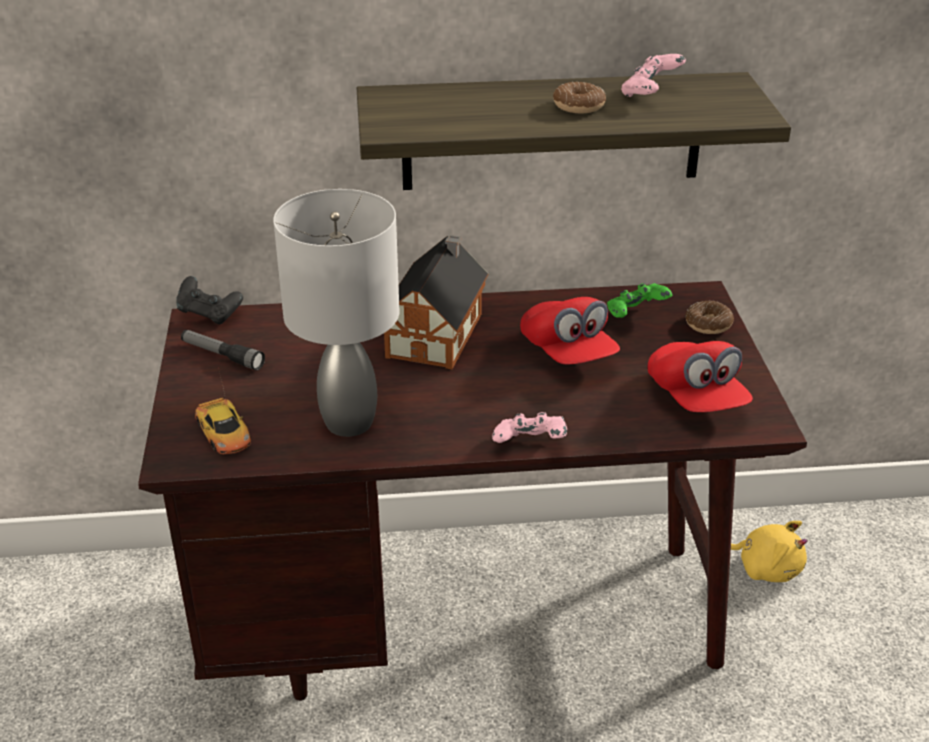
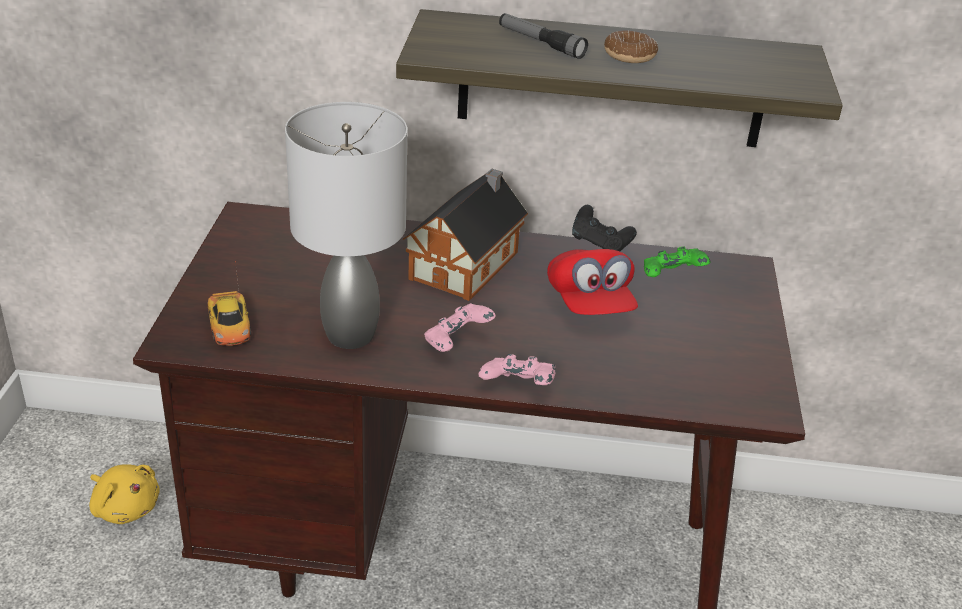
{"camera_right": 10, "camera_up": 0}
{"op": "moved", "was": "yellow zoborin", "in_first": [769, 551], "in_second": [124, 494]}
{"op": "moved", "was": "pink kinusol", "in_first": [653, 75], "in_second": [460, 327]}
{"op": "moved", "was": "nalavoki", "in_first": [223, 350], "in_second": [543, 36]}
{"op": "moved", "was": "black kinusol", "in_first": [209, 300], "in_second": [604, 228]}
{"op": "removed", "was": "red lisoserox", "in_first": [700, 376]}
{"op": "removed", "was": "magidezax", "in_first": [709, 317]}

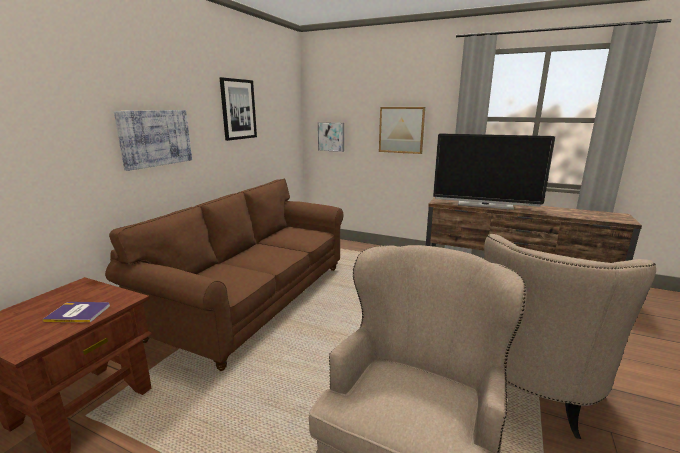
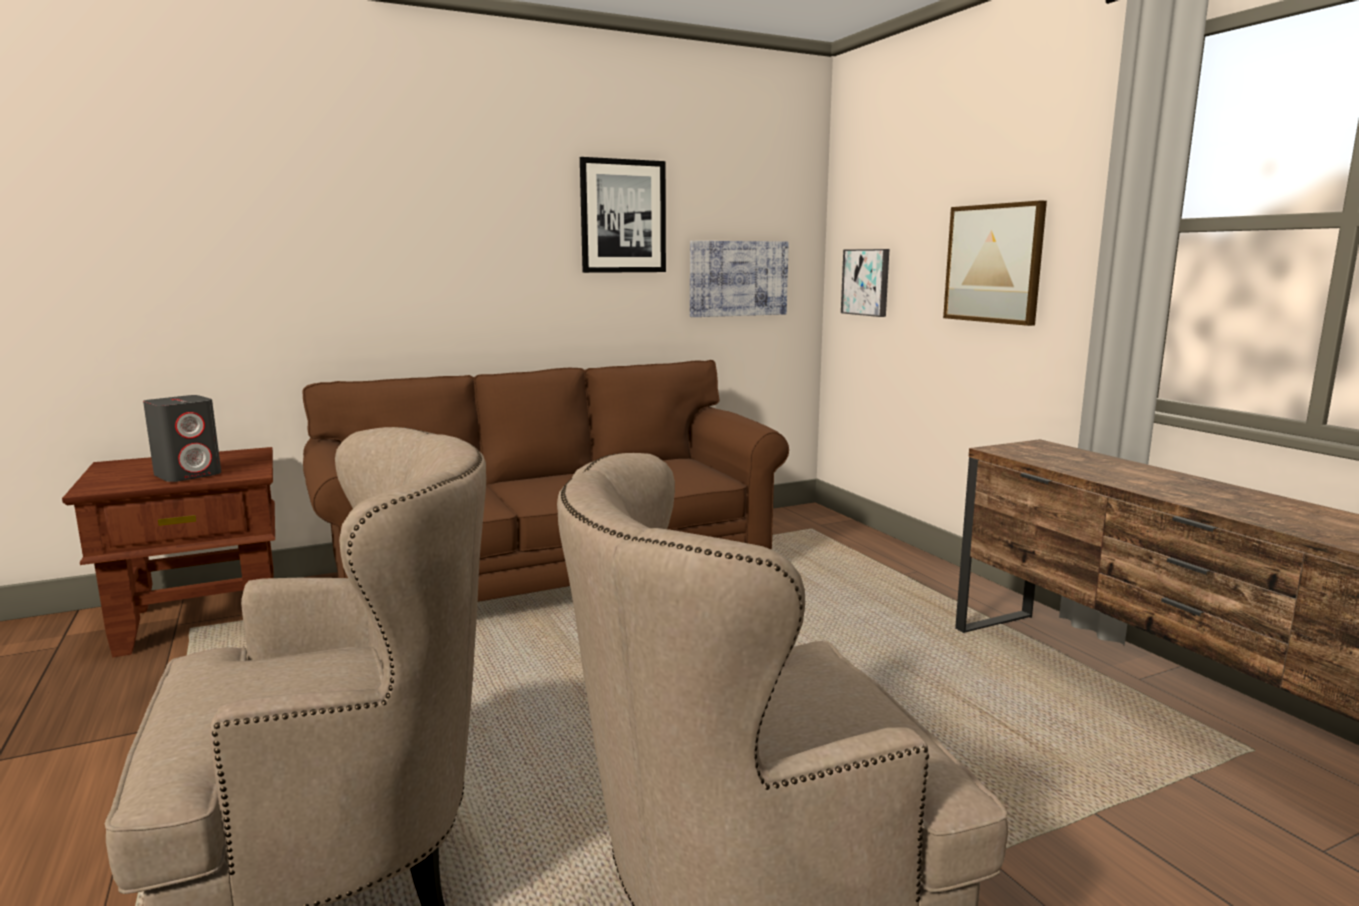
{"camera_right": 40, "camera_up": -5}
{"op": "replaced", "was": "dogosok", "now": "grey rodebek", "in_first": [76, 312], "in_second": [182, 438]}
{"op": "moved", "was": "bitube", "in_first": [153, 140], "in_second": [739, 279]}
{"op": "removed", "was": "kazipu", "in_first": [494, 171]}

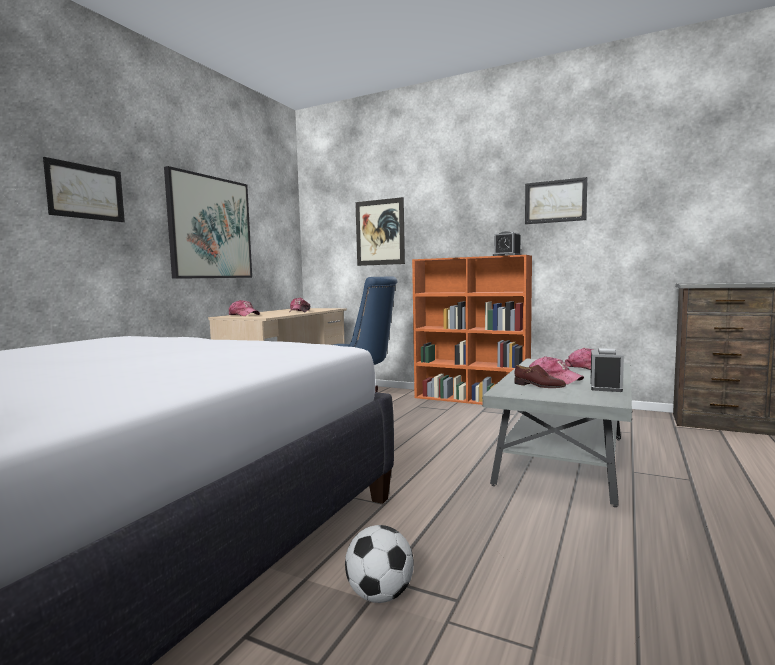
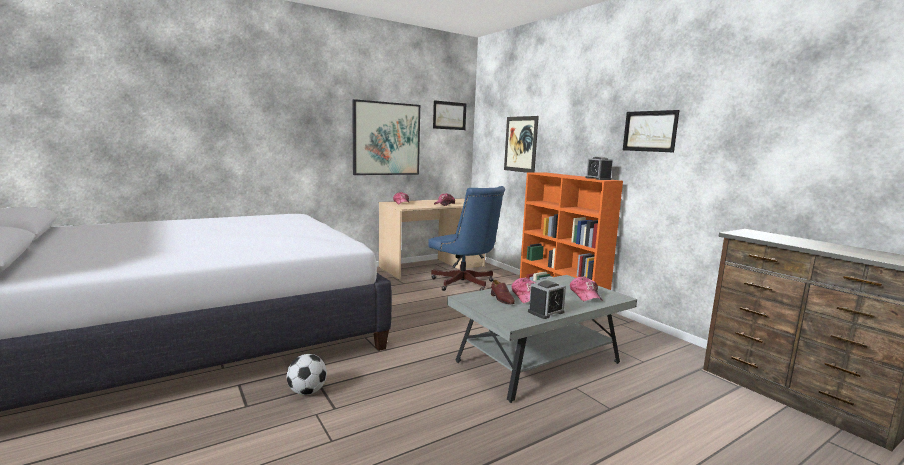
{"camera_right": 30, "camera_up": 5}
{"op": "moved", "was": "bitube", "in_first": [84, 189], "in_second": [450, 115]}

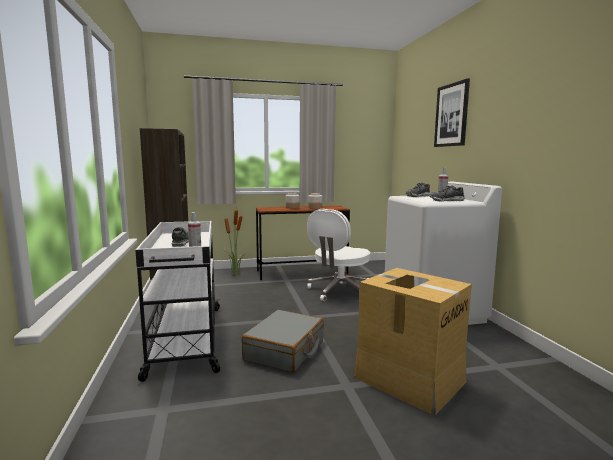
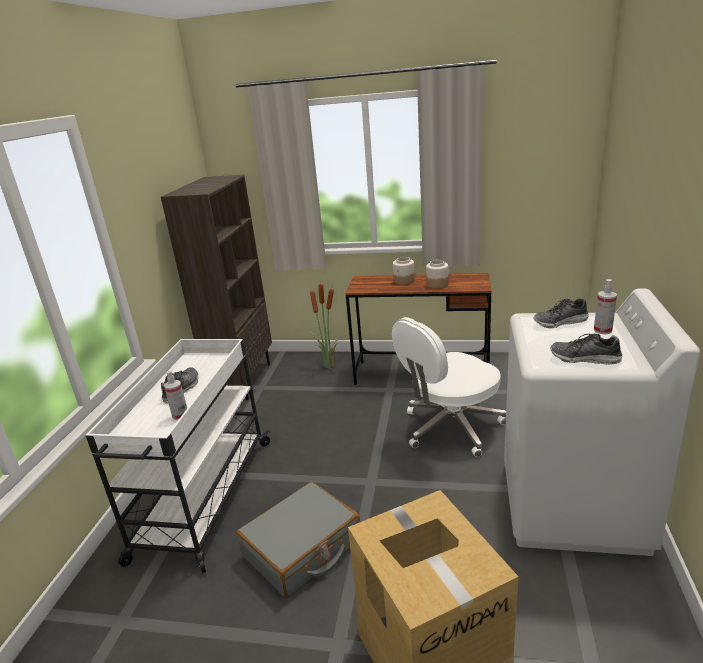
{"camera_right": 25, "camera_up": 15}
{"op": "removed", "was": "bitube", "in_first": [452, 113]}

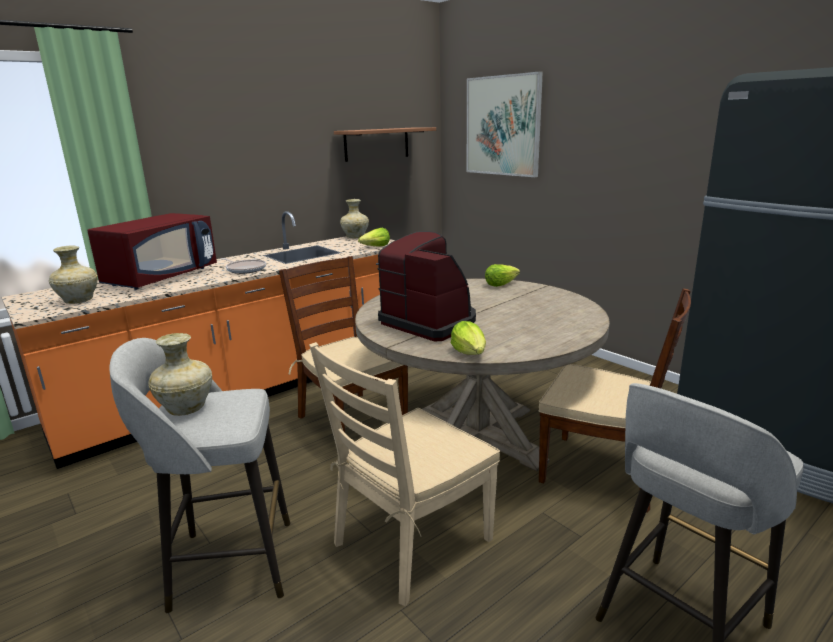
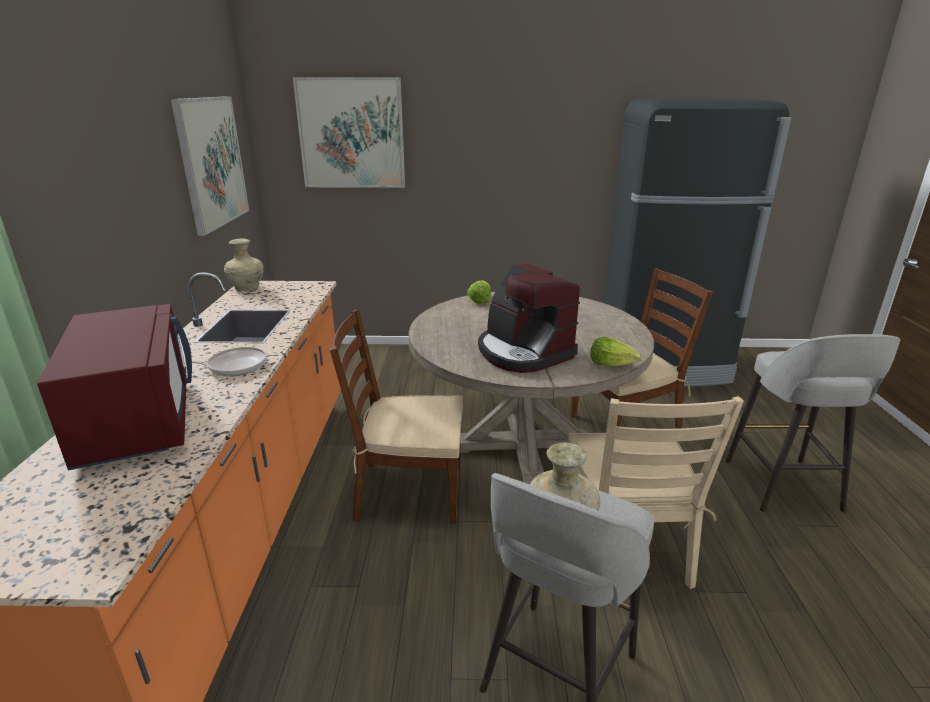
{"camera_right": -50, "camera_up": 5}
{"op": "replaced", "was": "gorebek", "now": "bitube", "in_first": [385, 144], "in_second": [210, 166]}
{"op": "turned", "was": "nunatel", "in_first": [426, 286], "in_second": [529, 318], "clockwise": -120}
{"op": "removed", "was": "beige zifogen", "in_first": [73, 275]}
{"op": "removed", "was": "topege", "in_first": [374, 237]}

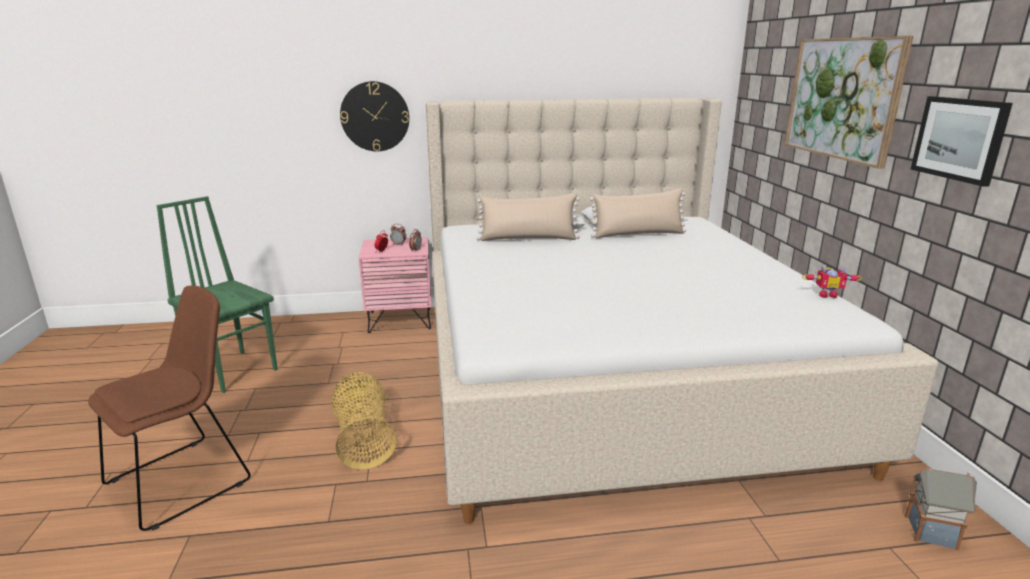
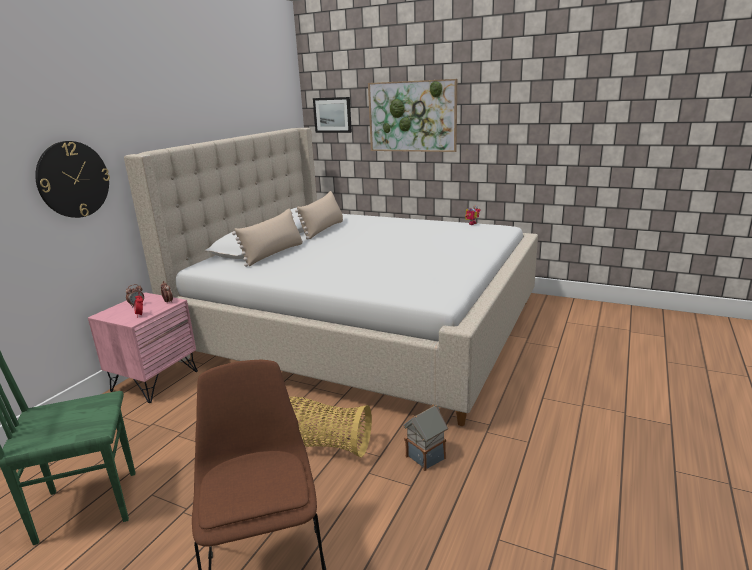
{"camera_right": -55, "camera_up": 0}
{"op": "moved", "was": "bitube", "in_first": [962, 141], "in_second": [332, 115]}
{"op": "moved", "was": "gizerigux", "in_first": [941, 508], "in_second": [425, 437]}

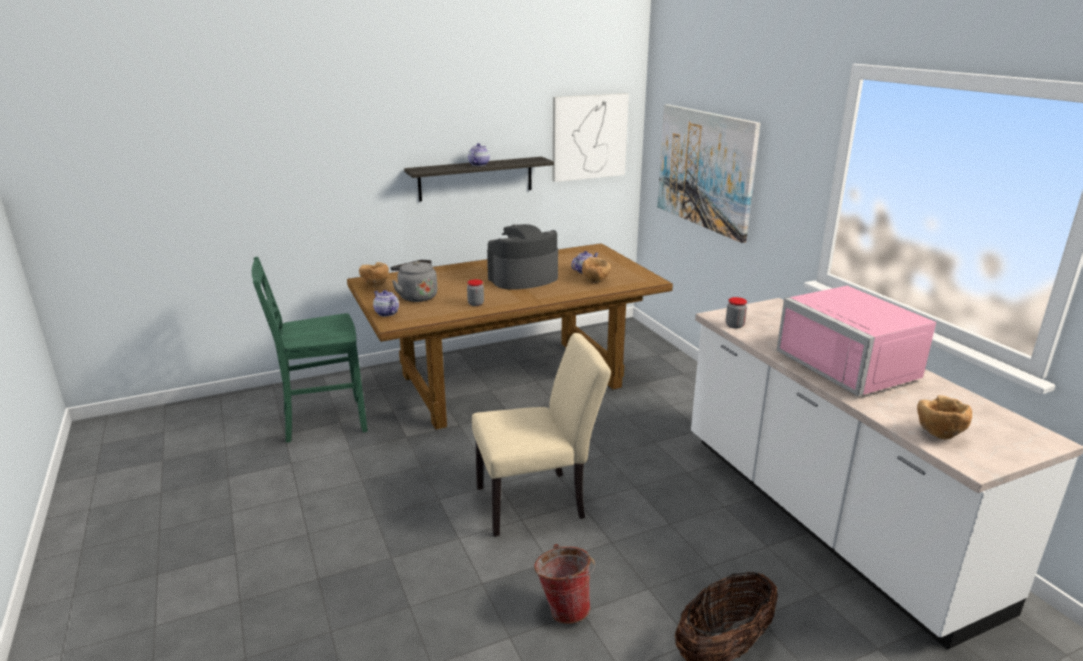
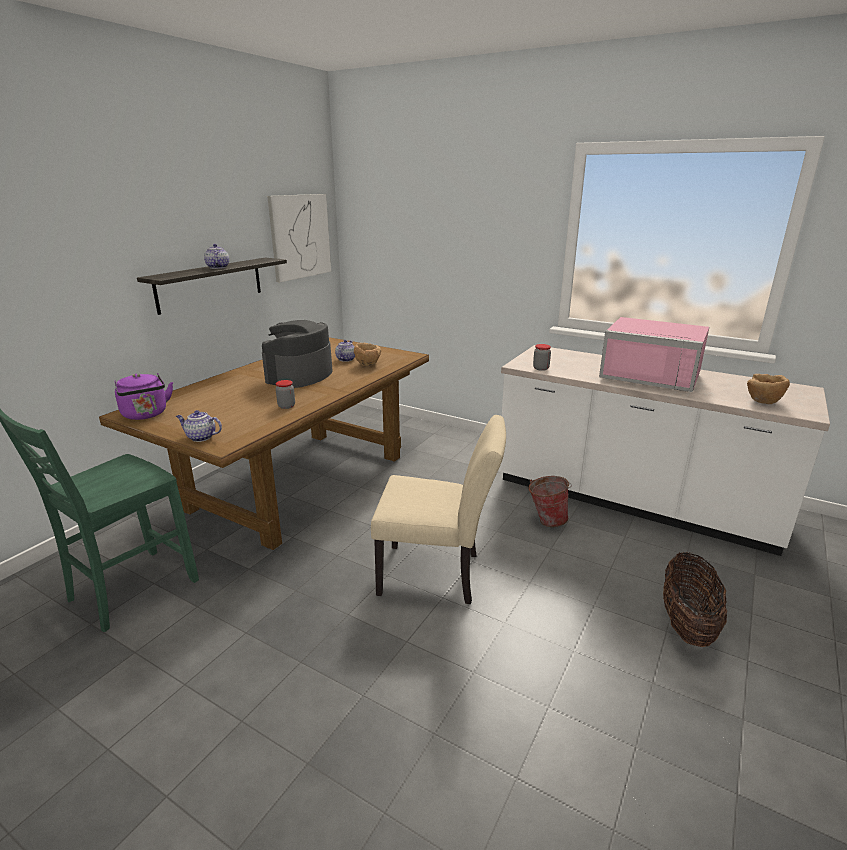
{"camera_right": -35, "camera_up": 0}
{"op": "replaced", "was": "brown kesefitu", "now": "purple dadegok", "in_first": [374, 274], "in_second": [143, 396]}
{"op": "turned", "was": "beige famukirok", "in_first": [541, 435], "in_second": [438, 509], "clockwise": 60}
{"op": "moved", "was": "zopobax", "in_first": [564, 584], "in_second": [550, 501]}
{"op": "removed", "was": "grey dadegok", "in_first": [414, 281]}
{"op": "removed", "was": "bitube", "in_first": [708, 173]}

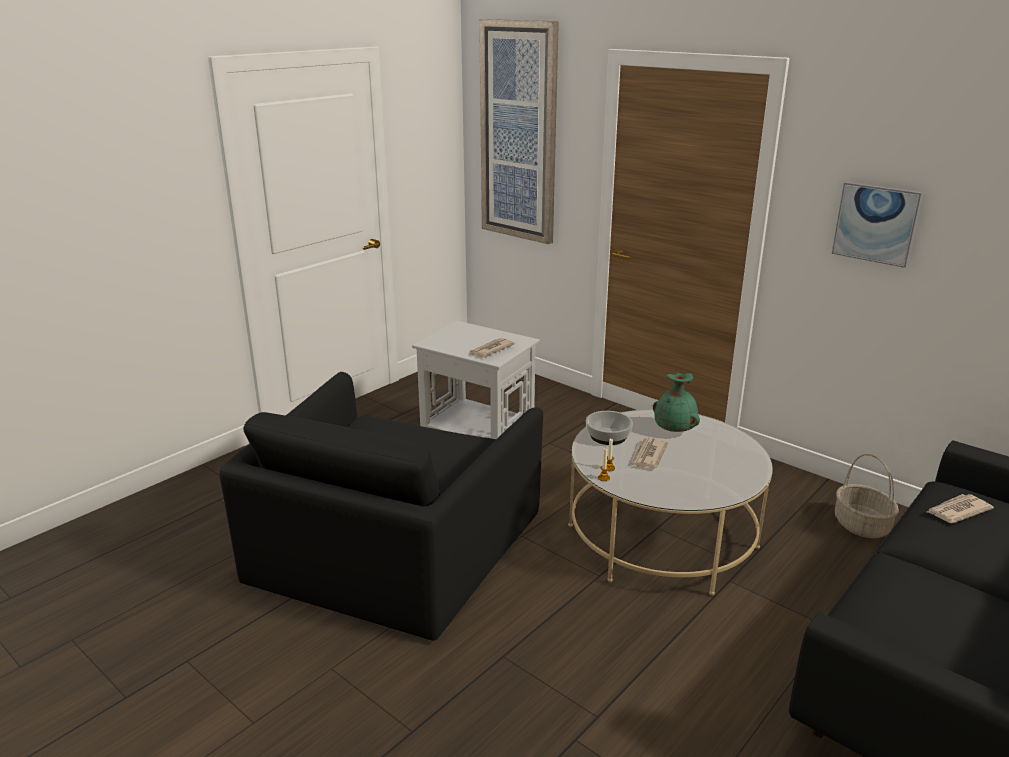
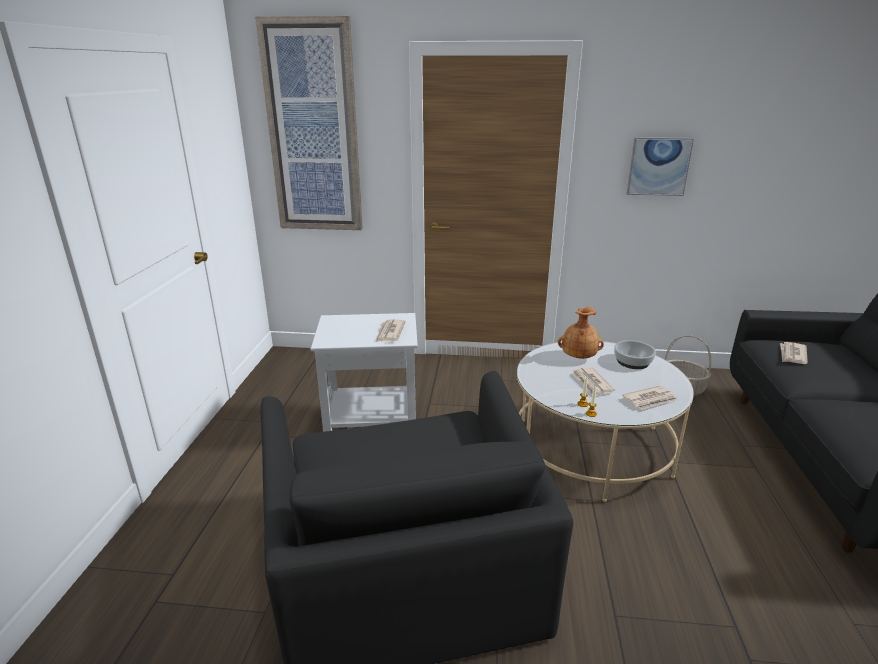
{"camera_right": -35, "camera_up": 0}
{"op": "recoloured", "was": "green zifogen", "now": "brown zifogen", "in_first": [676, 402], "in_second": [581, 333]}
{"op": "moved", "was": "kesefitu", "in_first": [609, 428], "in_second": [635, 354]}
{"op": "added", "now": "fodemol", "in_second": [649, 397]}

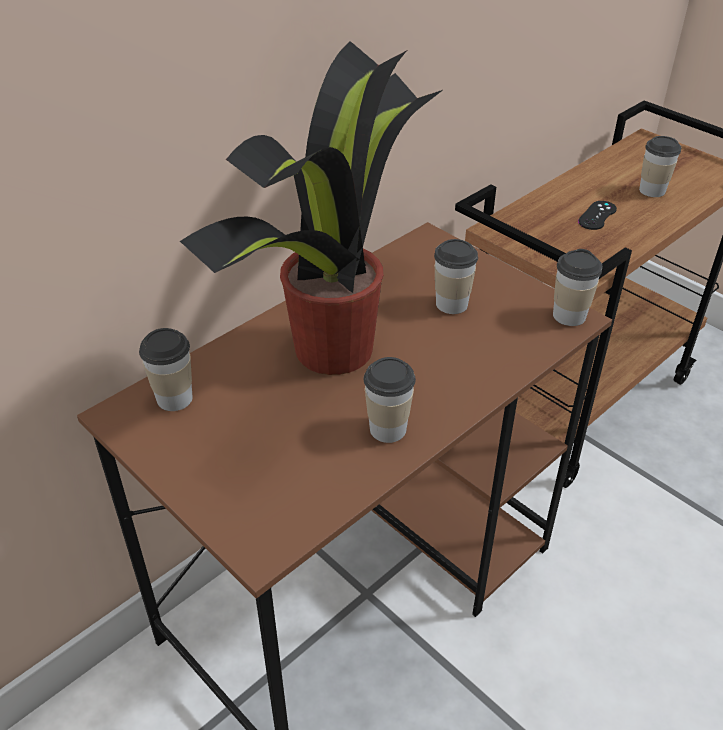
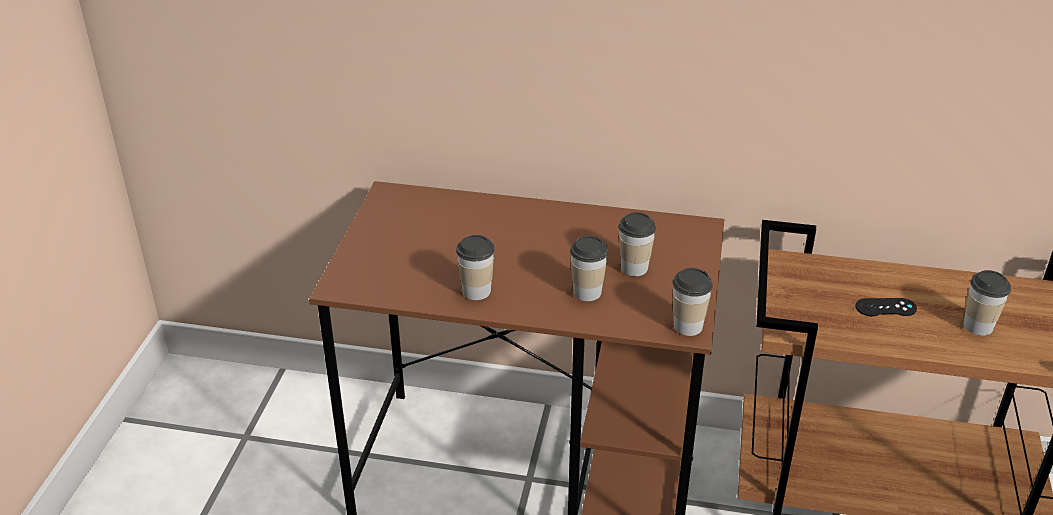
{"camera_right": 55, "camera_up": -5}
{"op": "moved", "was": "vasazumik", "in_first": [166, 369], "in_second": [589, 268]}
{"op": "removed", "was": "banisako", "in_first": [311, 208]}

